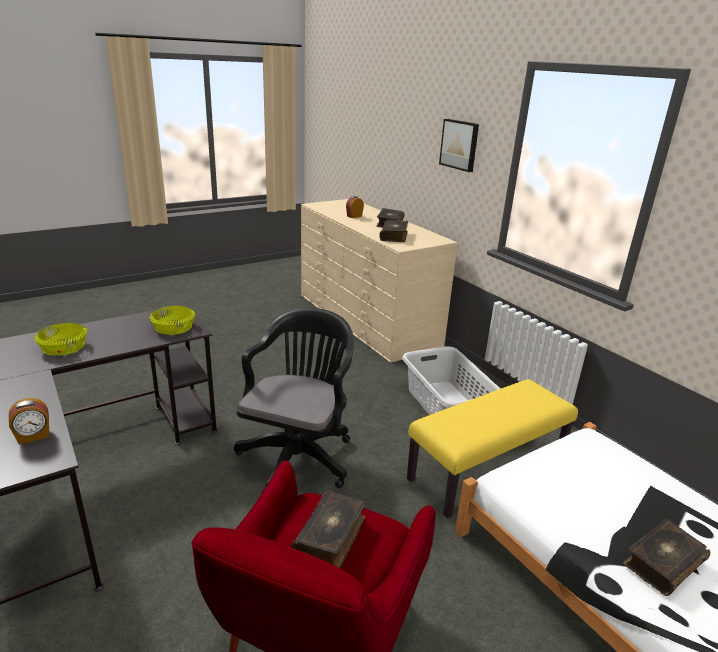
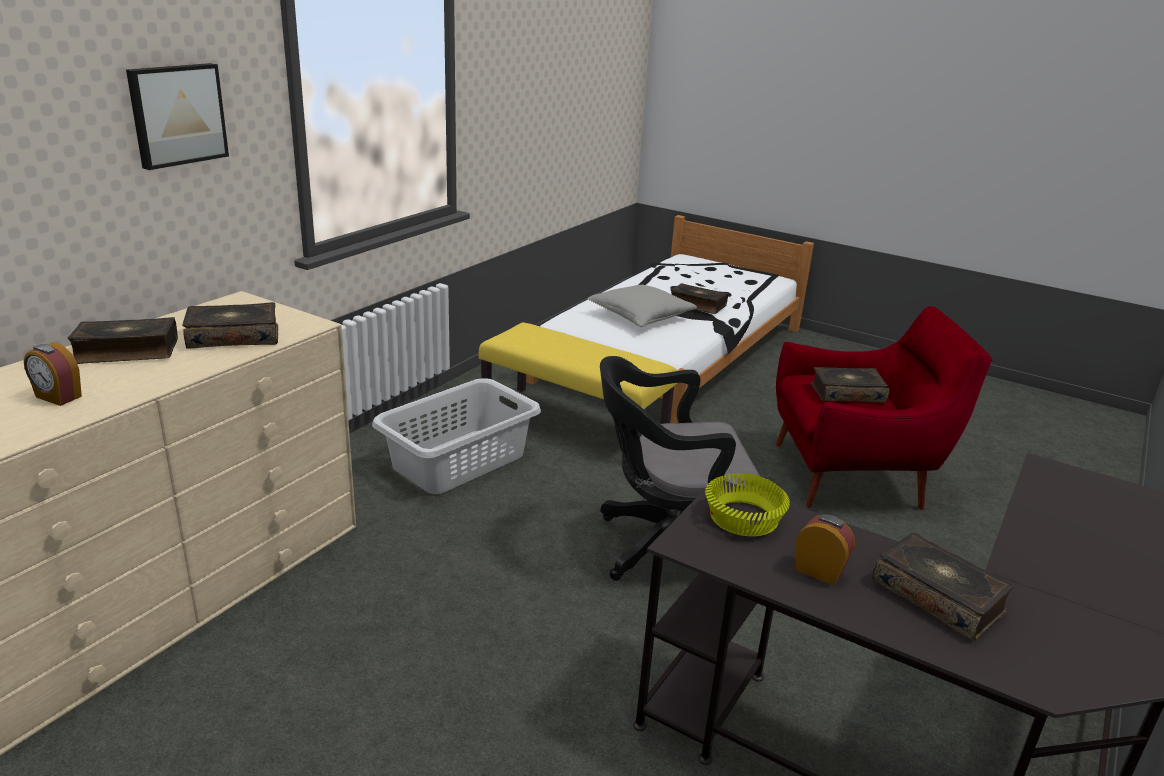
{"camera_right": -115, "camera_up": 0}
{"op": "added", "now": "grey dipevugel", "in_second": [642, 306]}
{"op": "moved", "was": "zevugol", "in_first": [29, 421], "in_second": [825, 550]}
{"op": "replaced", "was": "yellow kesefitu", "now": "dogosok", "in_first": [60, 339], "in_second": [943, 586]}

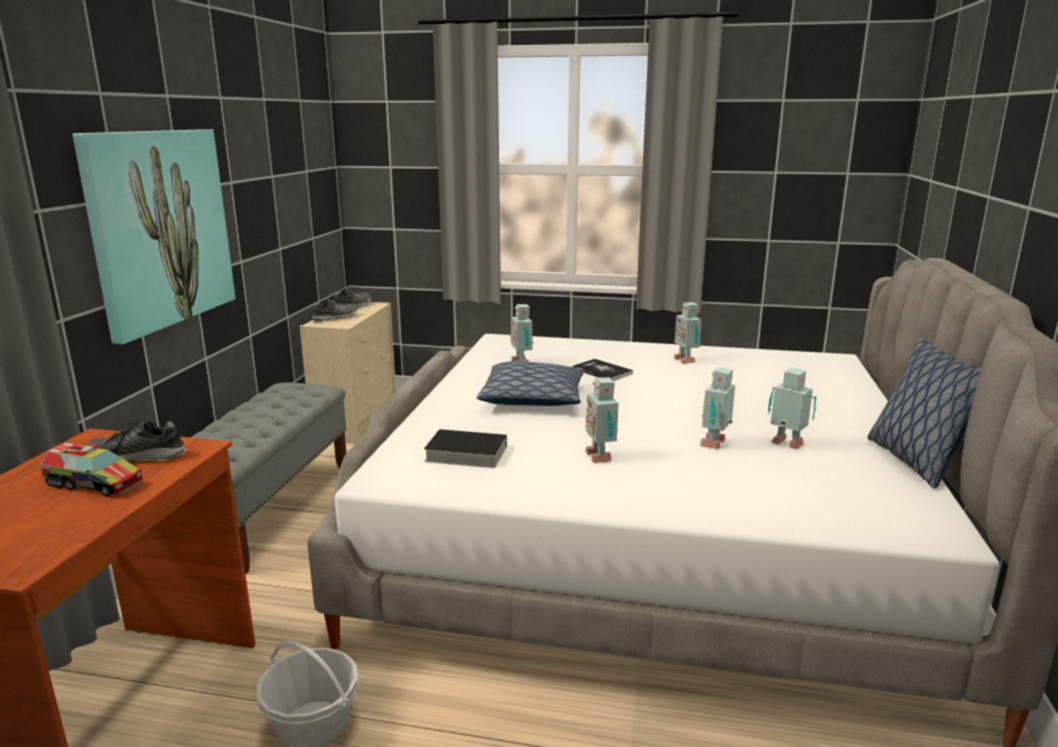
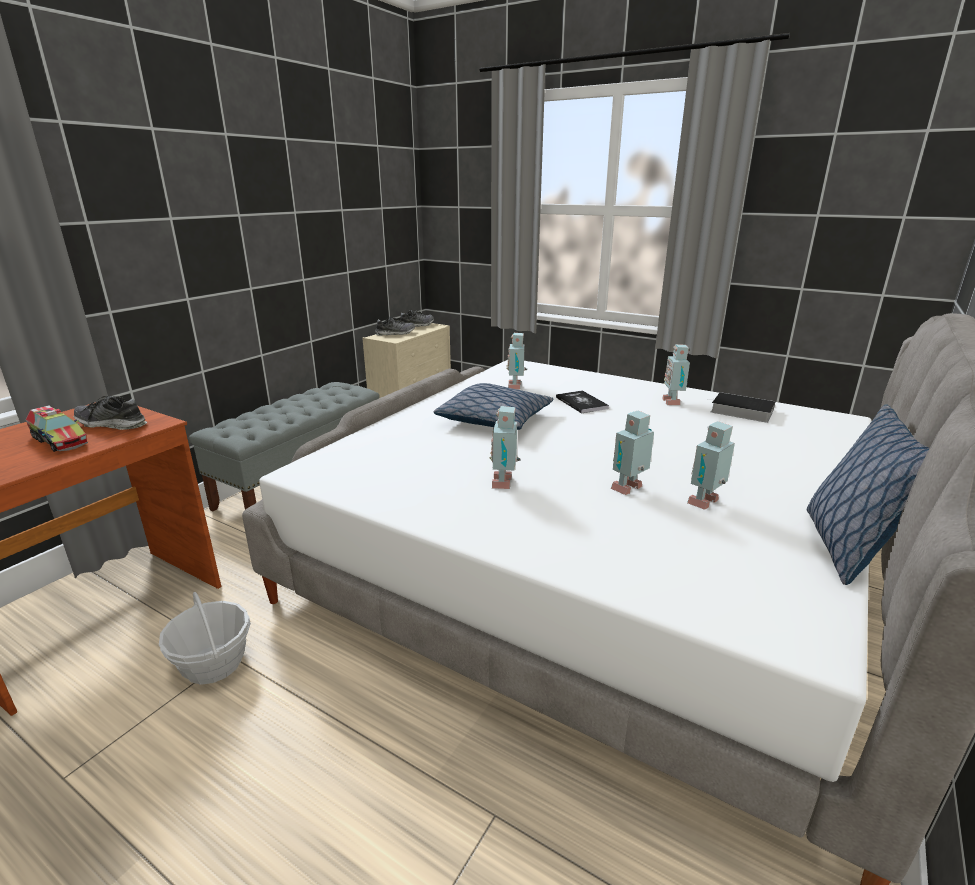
{"camera_right": 20, "camera_up": 5}
{"op": "turned", "was": "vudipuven", "in_first": [792, 408], "in_second": [711, 465], "clockwise": -105}
{"op": "moved", "was": "dogosok", "in_first": [465, 448], "in_second": [743, 407]}
{"op": "removed", "was": "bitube", "in_first": [154, 237]}

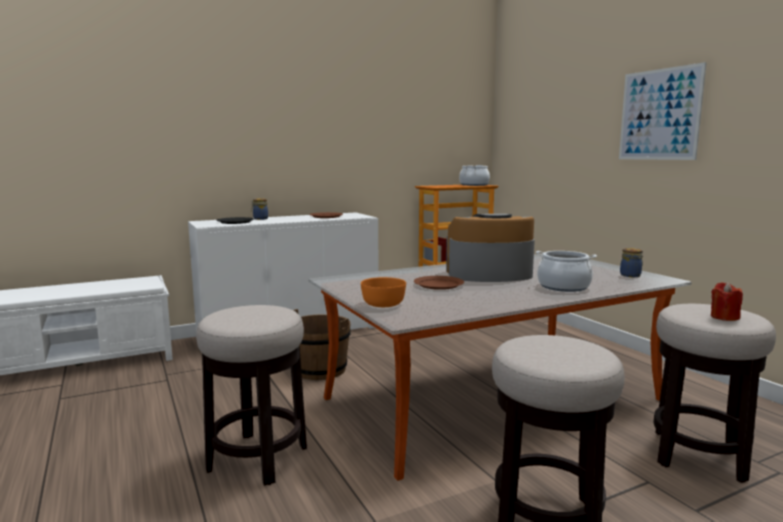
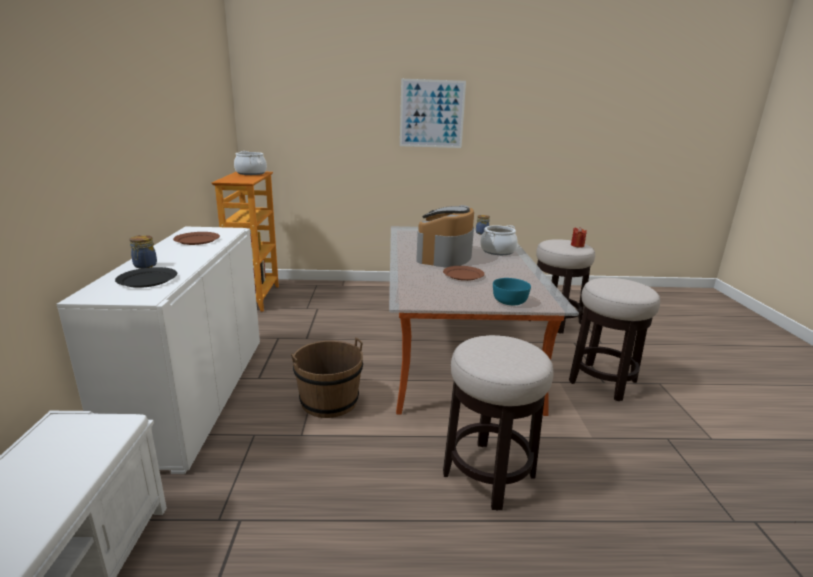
{"camera_right": -65, "camera_up": 10}
{"op": "recoloured", "was": "orange kesefitu", "now": "turquoise kesefitu", "in_first": [383, 292], "in_second": [512, 291]}

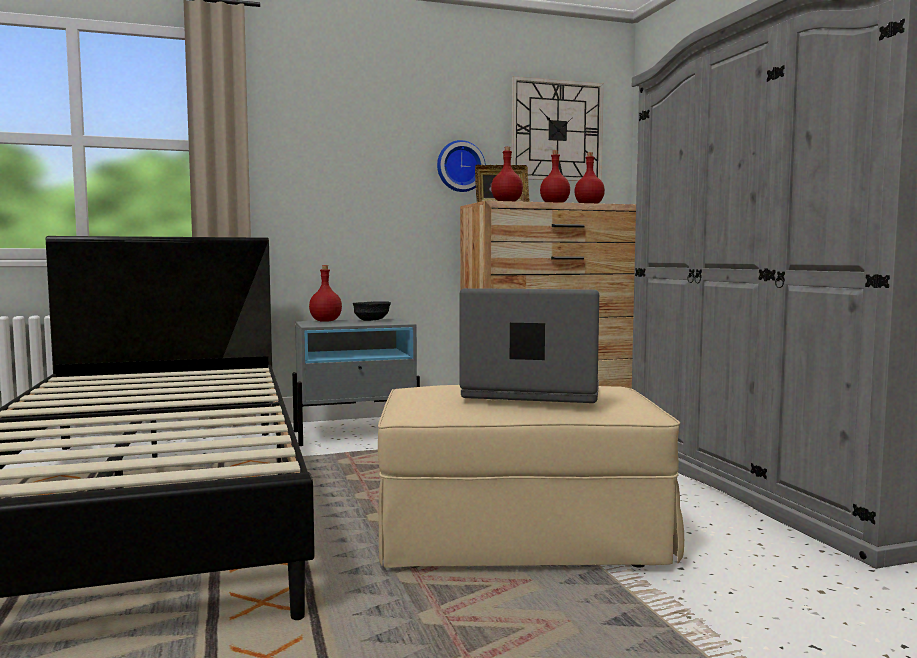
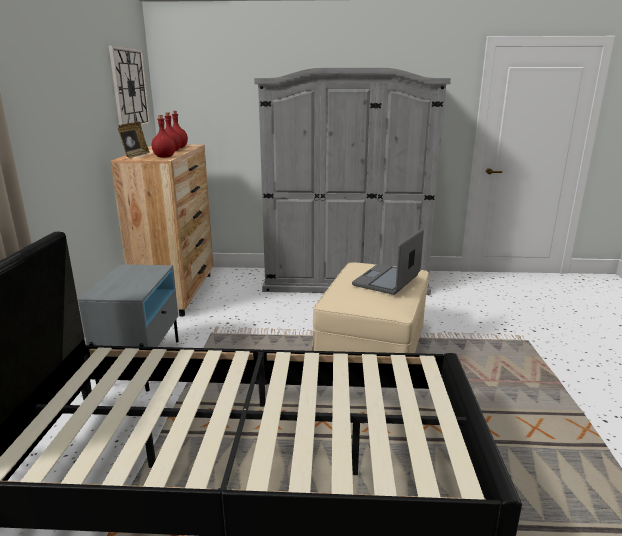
{"camera_right": -70, "camera_up": 15}
{"op": "removed", "was": "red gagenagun", "in_first": [325, 293]}
{"op": "removed", "was": "black kesefitu", "in_first": [372, 311]}
{"op": "removed", "was": "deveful", "in_first": [461, 166]}

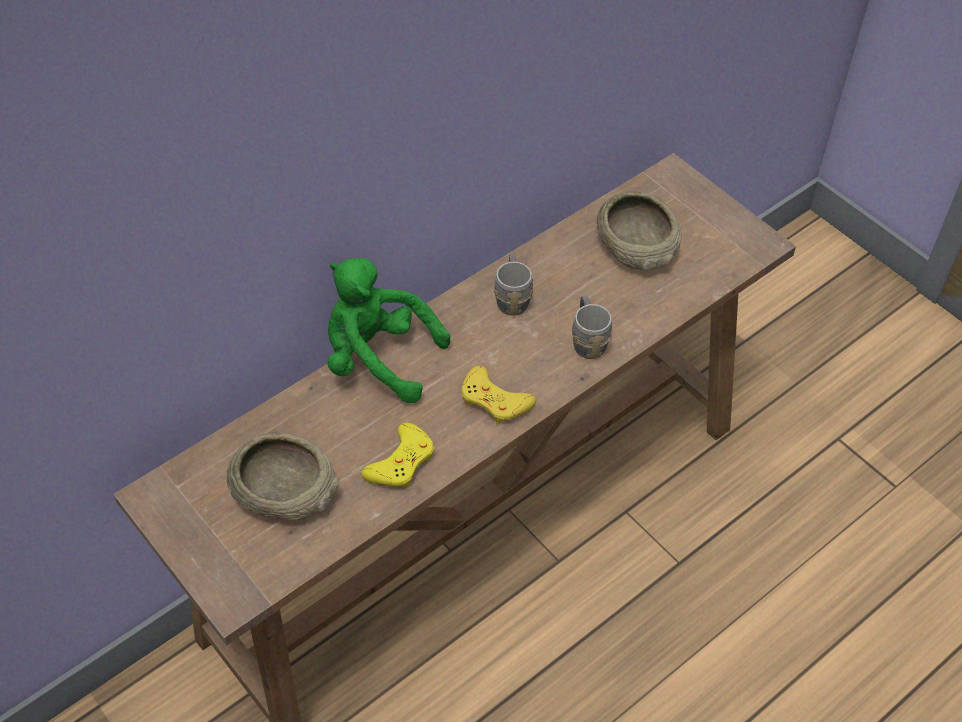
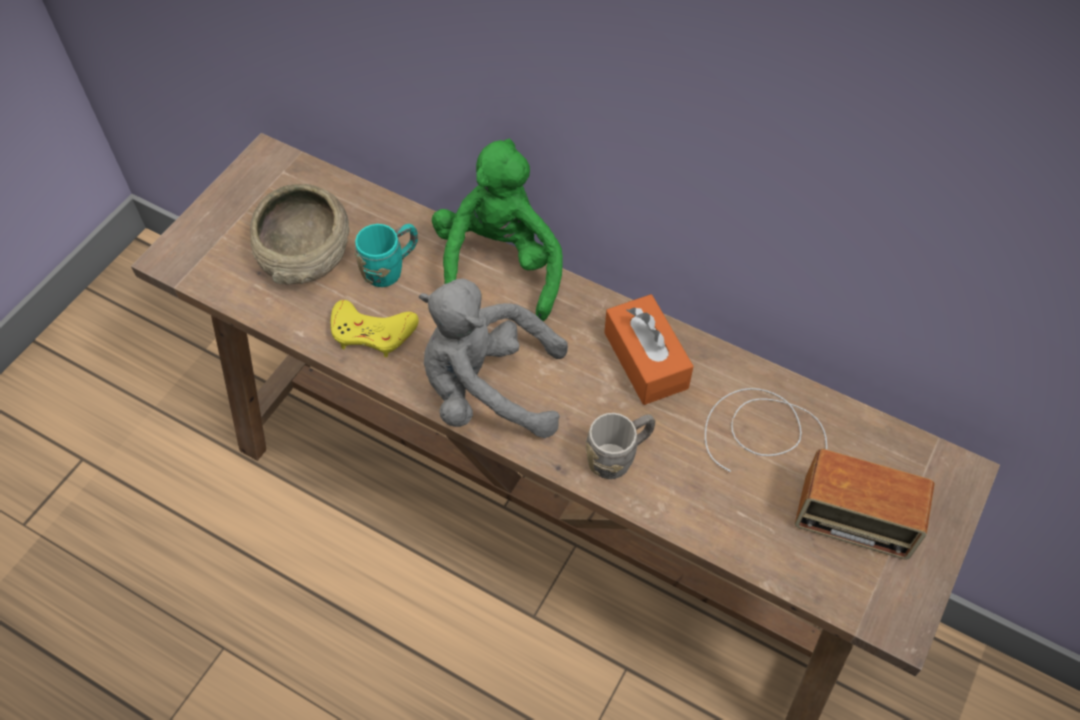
{"camera_right": 70, "camera_up": 5}
{"op": "added", "now": "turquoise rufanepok", "in_second": [386, 255]}
{"op": "replaced", "was": "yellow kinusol", "now": "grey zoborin", "in_first": [498, 395], "in_second": [493, 358]}
{"op": "replaced", "was": "grey rufanepok", "now": "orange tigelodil", "in_first": [514, 285], "in_second": [649, 349]}
{"op": "replaced", "was": "beige kesefitu", "now": "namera", "in_first": [638, 231], "in_second": [820, 473]}

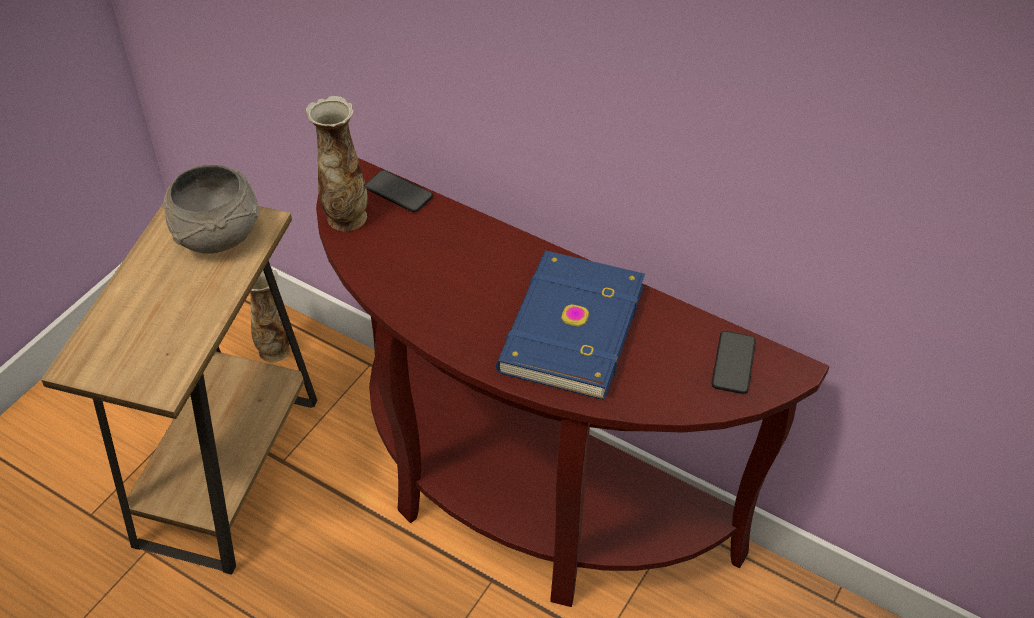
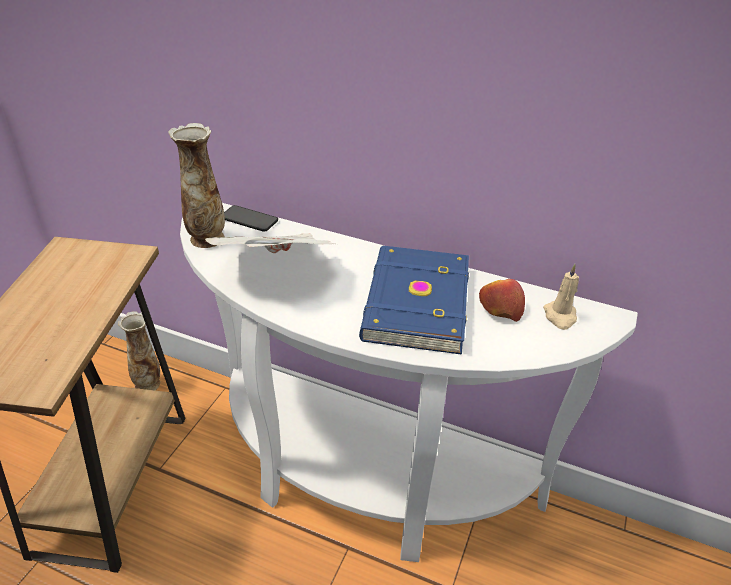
{"camera_right": -10, "camera_up": -10}
{"op": "recoloured", "was": "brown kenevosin", "now": "white kenevosin", "in_first": [572, 382], "in_second": [409, 382]}
{"op": "added", "now": "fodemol", "in_second": [270, 243]}
{"op": "added", "now": "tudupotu", "in_second": [502, 300]}
{"op": "replaced", "was": "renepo", "now": "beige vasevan", "in_first": [734, 362], "in_second": [561, 297]}
{"op": "removed", "was": "grey kesefitu", "in_first": [211, 209]}

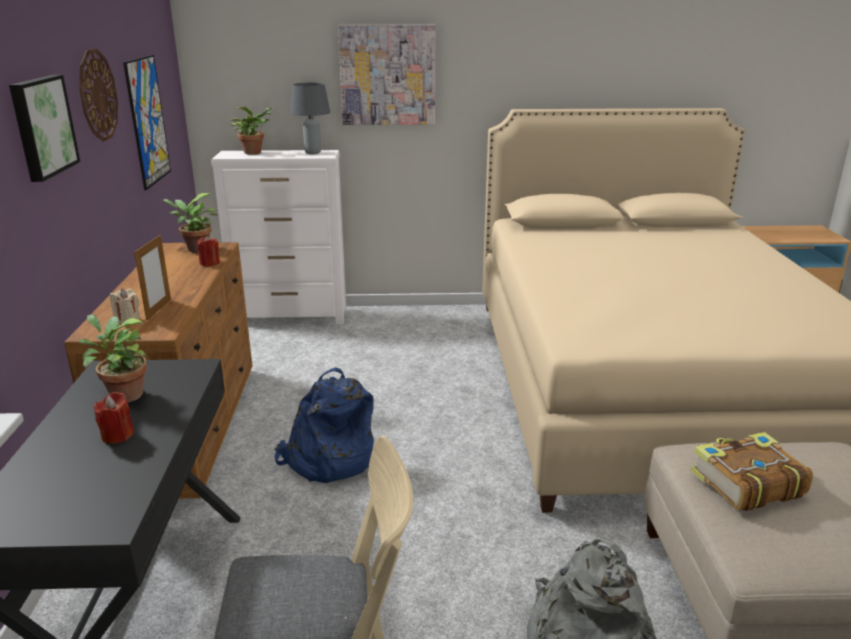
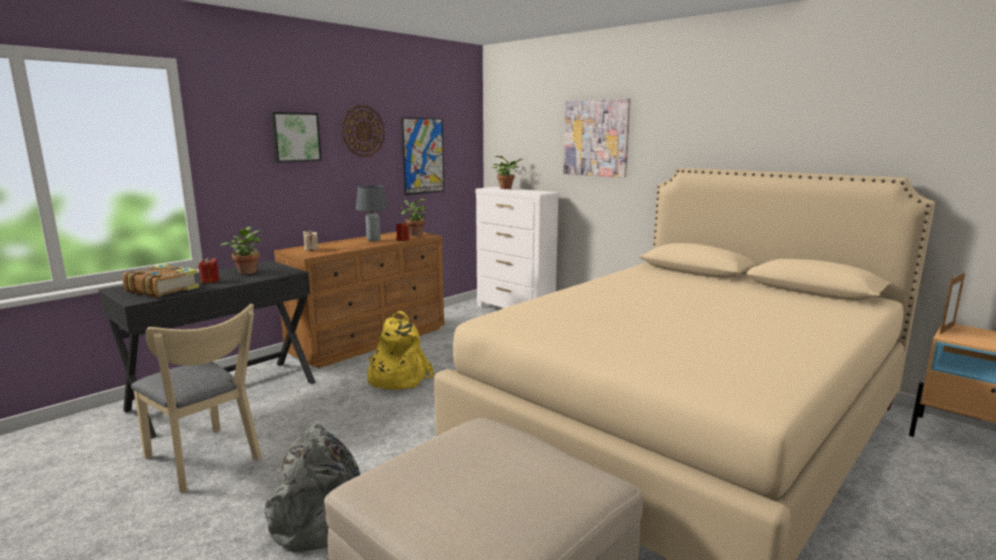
{"camera_right": 45, "camera_up": -10}
{"op": "moved", "was": "dogosok", "in_first": [751, 471], "in_second": [160, 281]}
{"op": "moved", "was": "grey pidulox", "in_first": [310, 118], "in_second": [372, 213]}
{"op": "recoloured", "was": "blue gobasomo", "now": "yellow gobasomo", "in_first": [324, 425], "in_second": [400, 350]}
{"op": "moved", "was": "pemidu", "in_first": [152, 277], "in_second": [952, 303]}

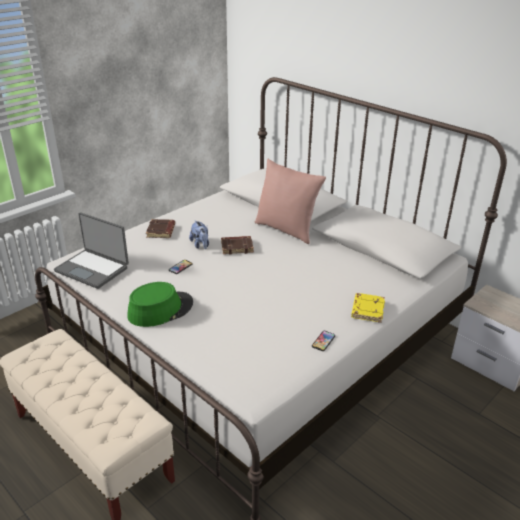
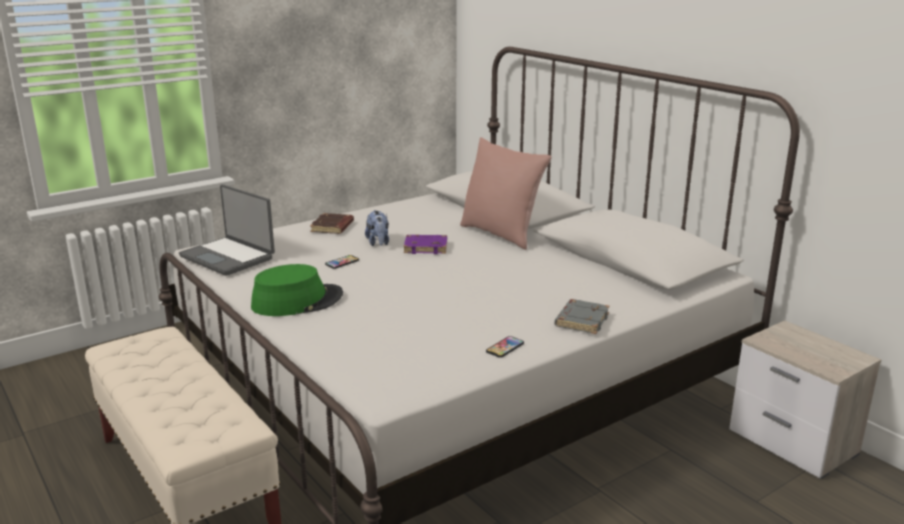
{"camera_right": 10, "camera_up": -10}
{"op": "recoloured", "was": "brown dogosok", "now": "purple dogosok", "in_first": [237, 245], "in_second": [425, 244]}
{"op": "recoloured", "was": "yellow dogosok", "now": "grey dogosok", "in_first": [368, 308], "in_second": [582, 316]}

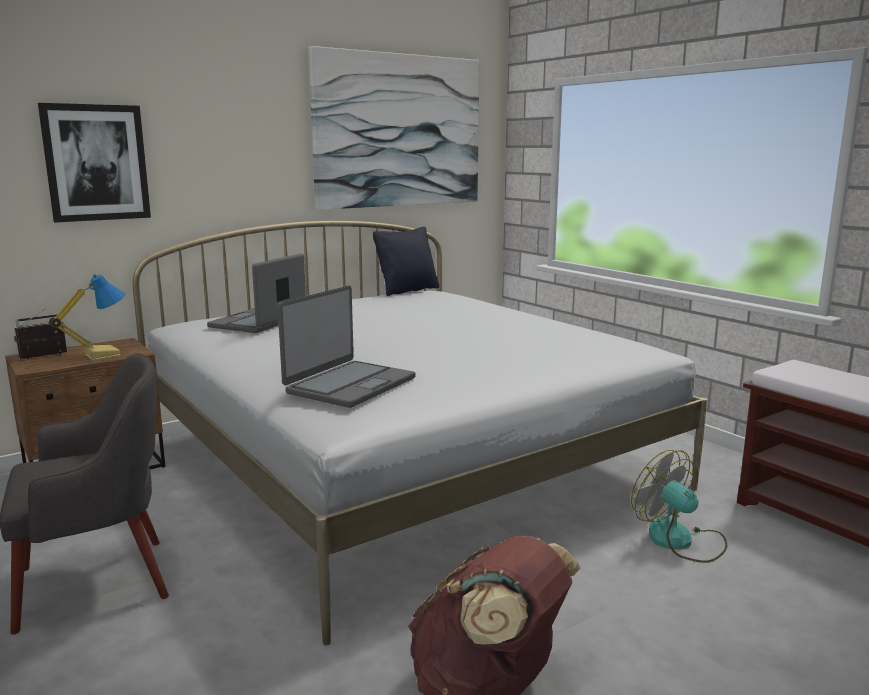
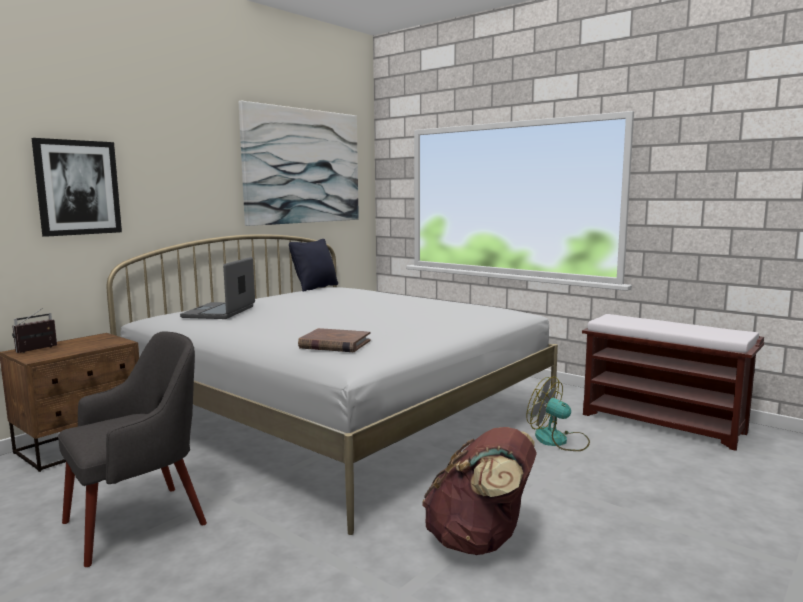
{"camera_right": -15, "camera_up": -5}
{"op": "replaced", "was": "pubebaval", "now": "brown dogosok", "in_first": [346, 347], "in_second": [334, 340]}
{"op": "removed", "was": "pidulox", "in_first": [87, 317]}

